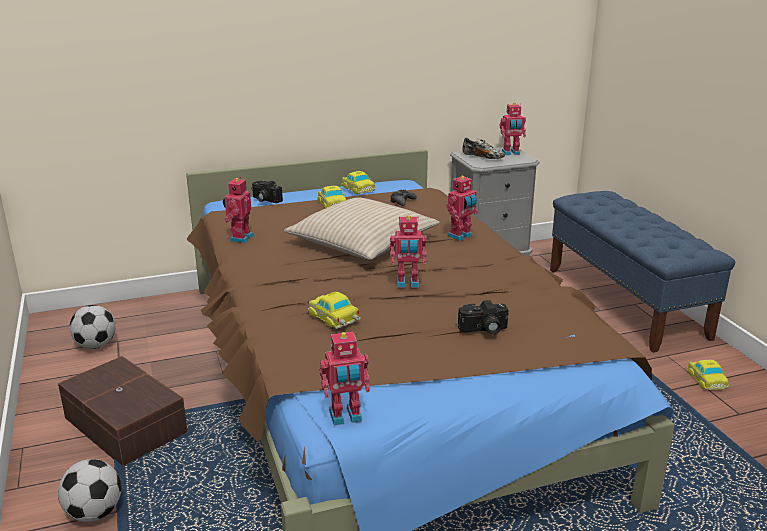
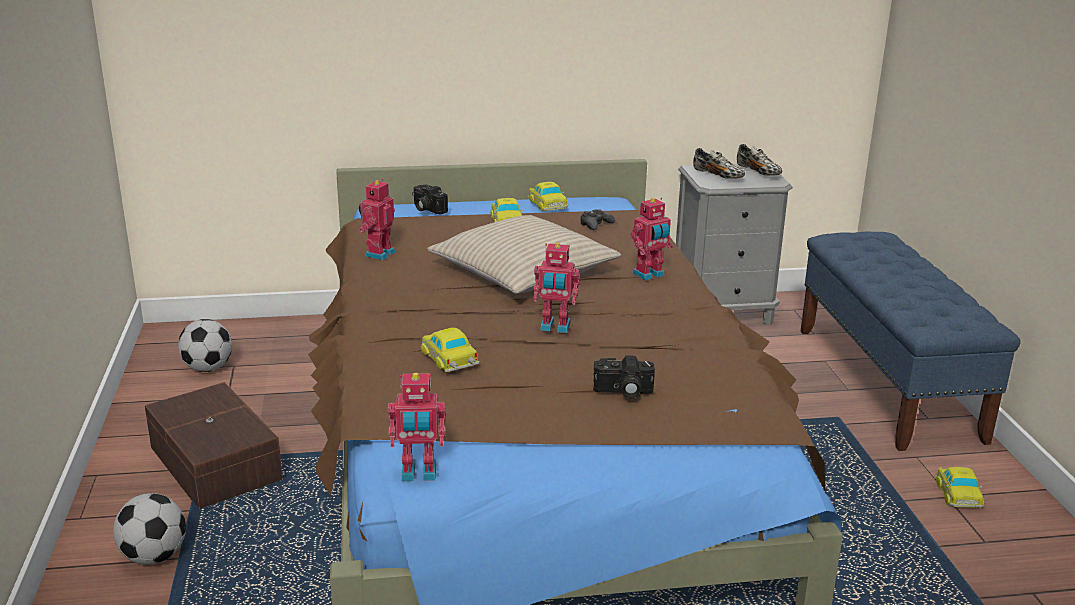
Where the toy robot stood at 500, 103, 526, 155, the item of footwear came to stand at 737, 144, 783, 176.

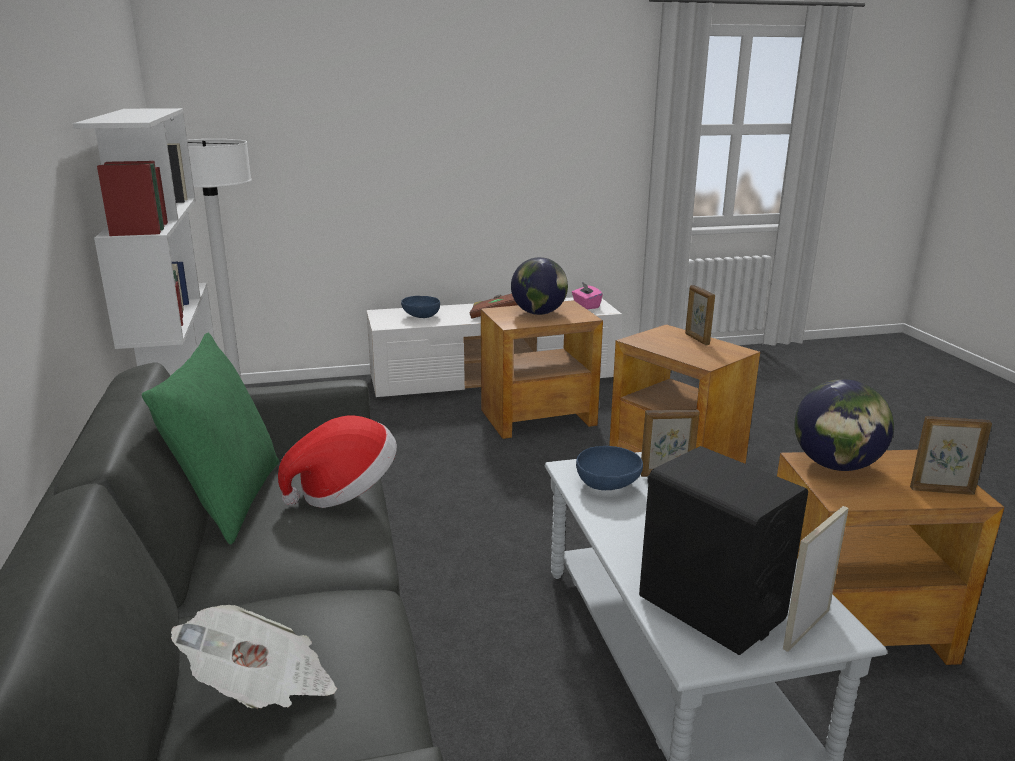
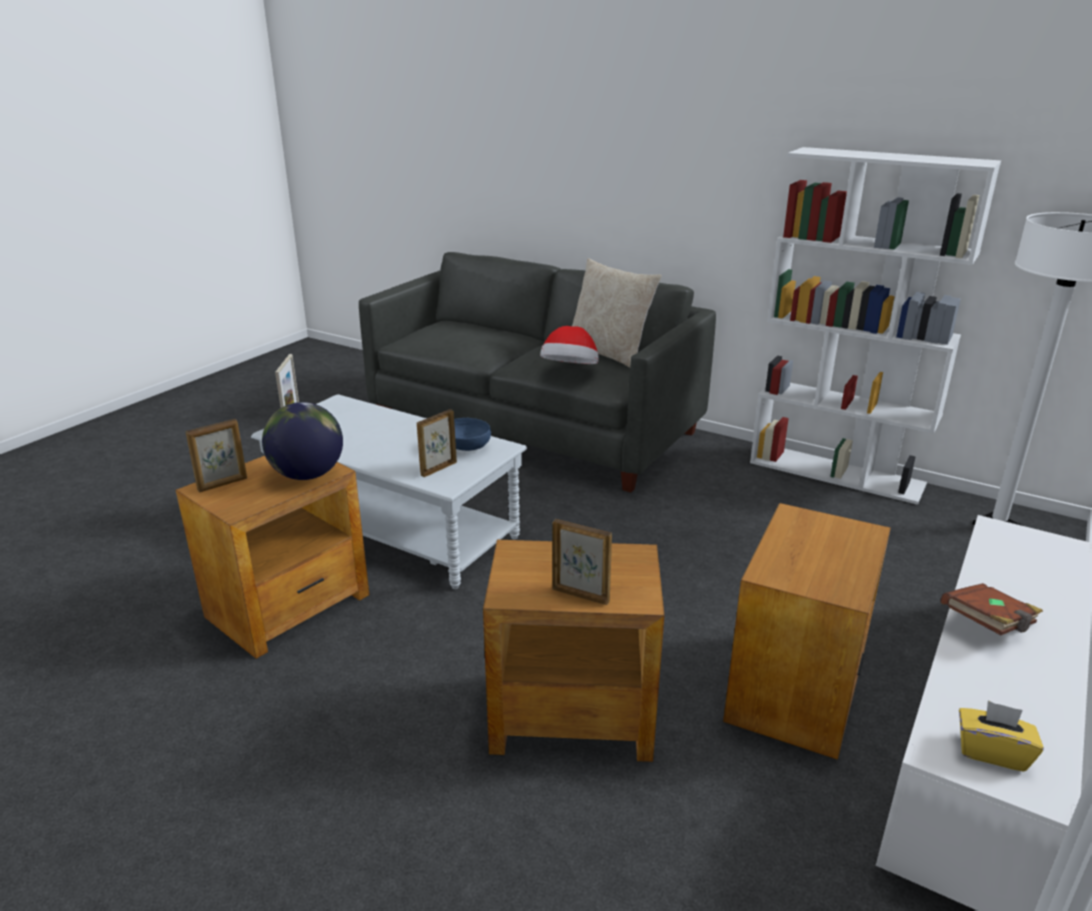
What was the green pillow at 142, 333, 279, 545 turned into the beige-coloured pillow at 572, 258, 662, 368.
The second view lost the printed paper at 171, 605, 337, 709.
The second view lost the blue deep dish at 401, 296, 440, 318.
The second view lost the world globe at 511, 257, 568, 315.
What was the pink-coloured tissue box at 572, 282, 603, 309 turned into the yellow-coloured tissue box at 959, 701, 1044, 771.
The second view lost the blackish audio speaker at 639, 446, 808, 655.

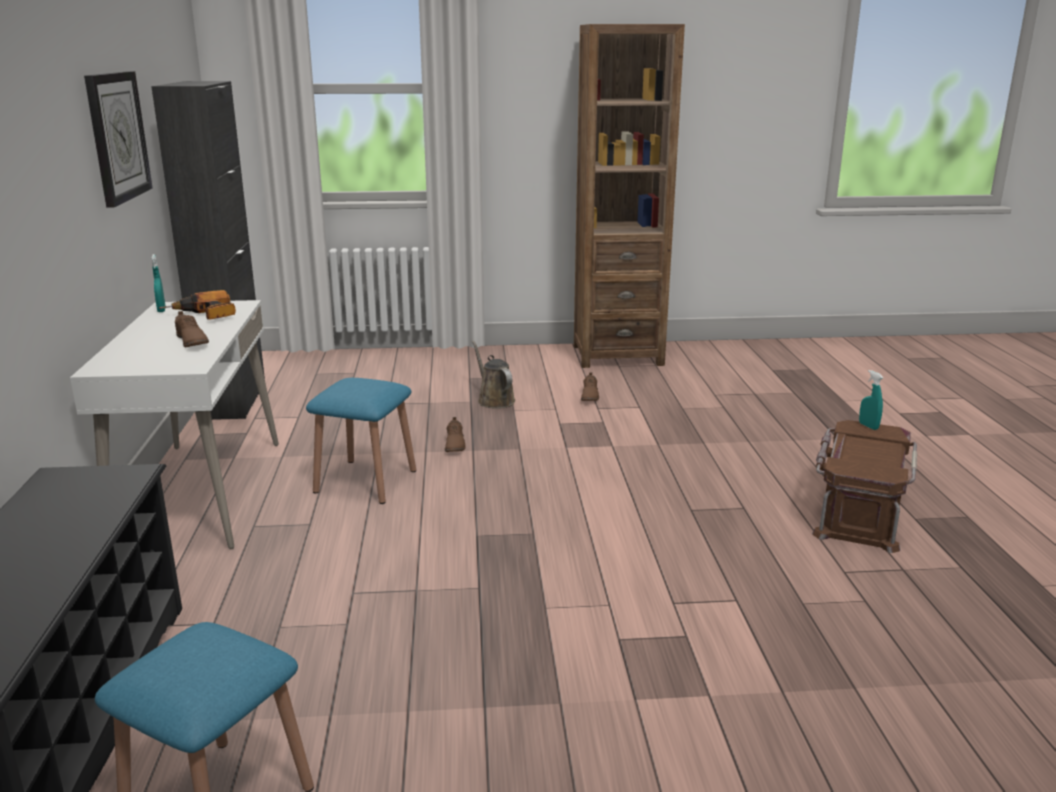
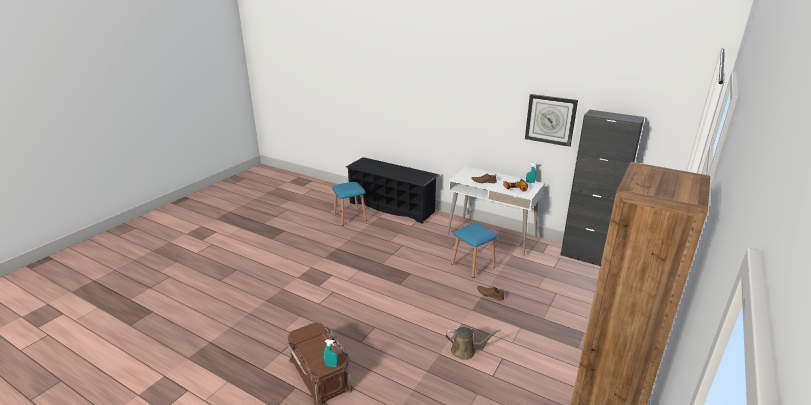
The brown-coloured watering pot ended up elsewhere, having gone from 472, 340, 515, 409 to 446, 327, 501, 360.
The second view lost the brown-coloured item of footwear at 581, 372, 599, 401.

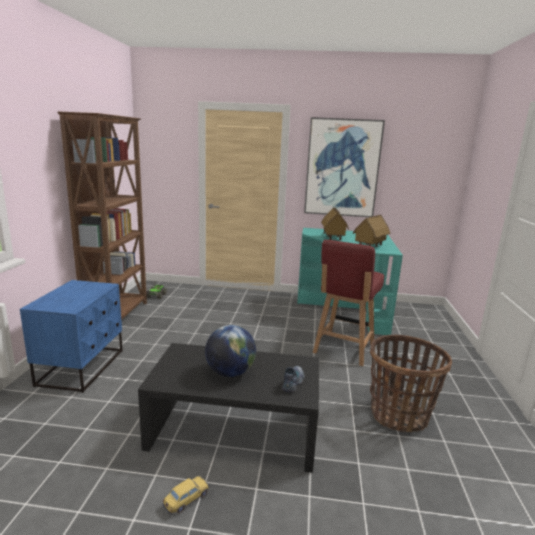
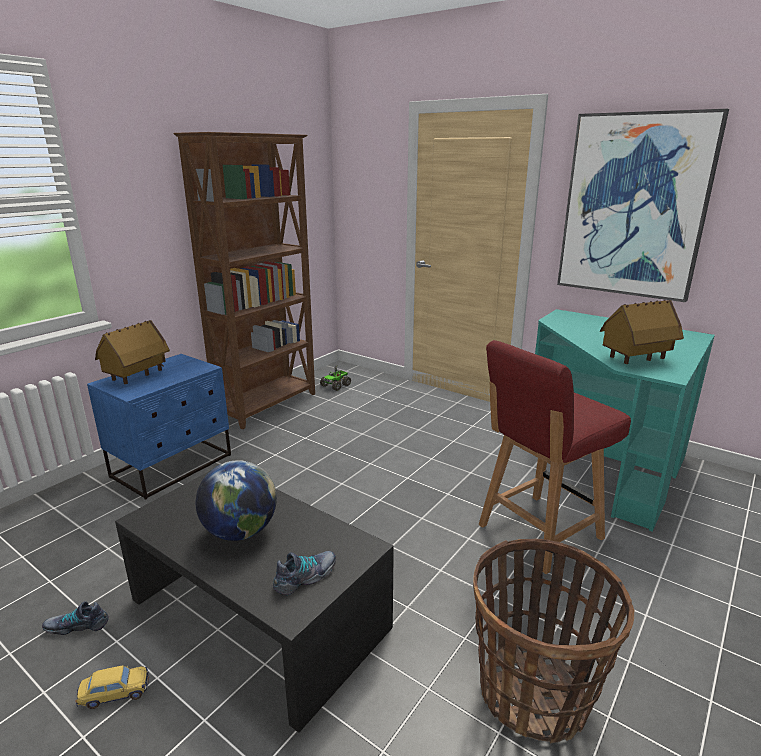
The miniature house ended up elsewhere, having gone from 321, 207, 349, 240 to 95, 320, 170, 384.
The second view gained the item of footwear at 42, 601, 109, 635.

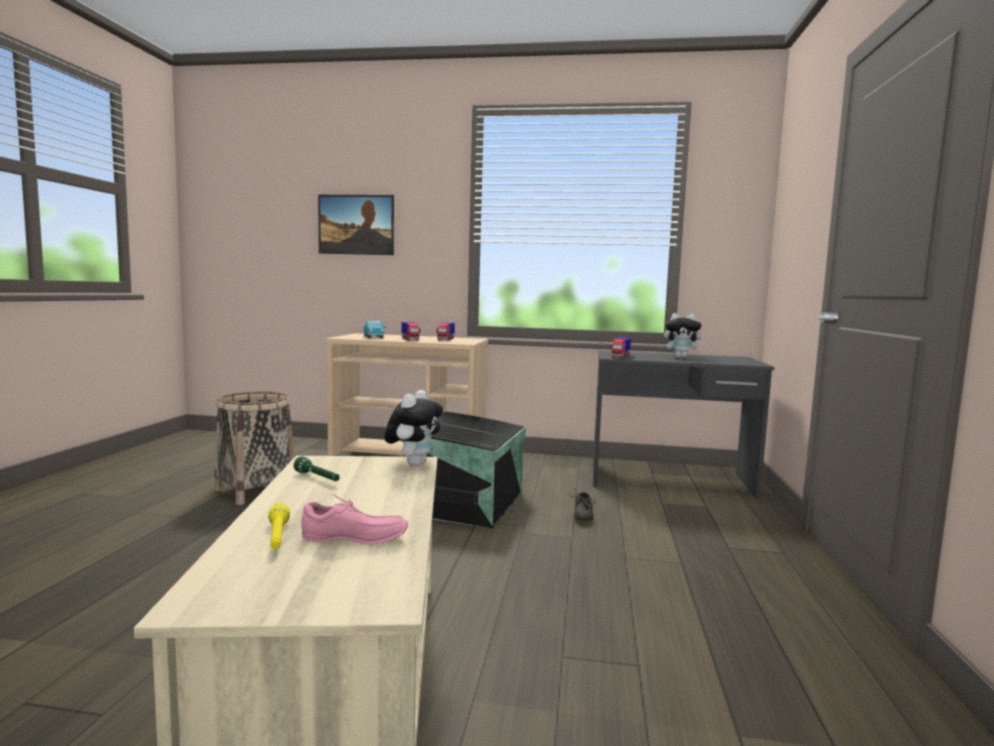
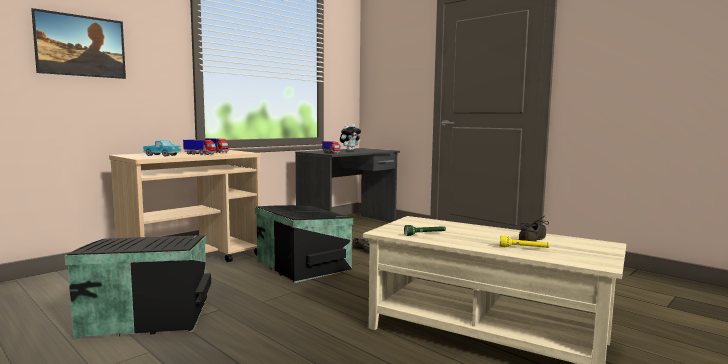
Where the basket stood at 214, 391, 294, 505, the blackish storage bin came to stand at 65, 235, 211, 340.
What was the pink-coloured item of footwear at 301, 494, 408, 545 turned into the gray item of footwear at 519, 216, 549, 241.
The second view lost the cuddly toy at 384, 390, 443, 466.

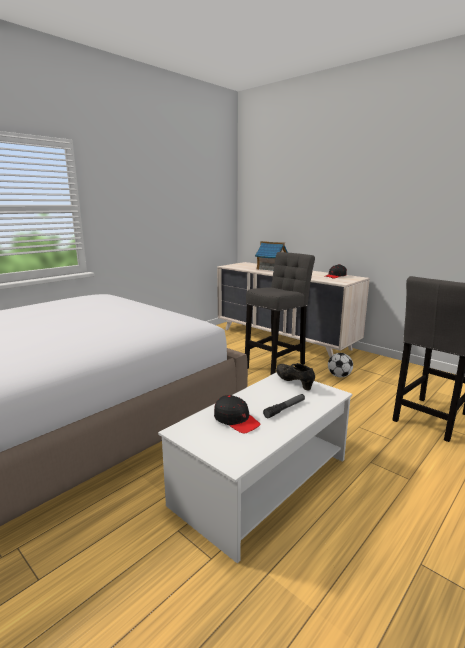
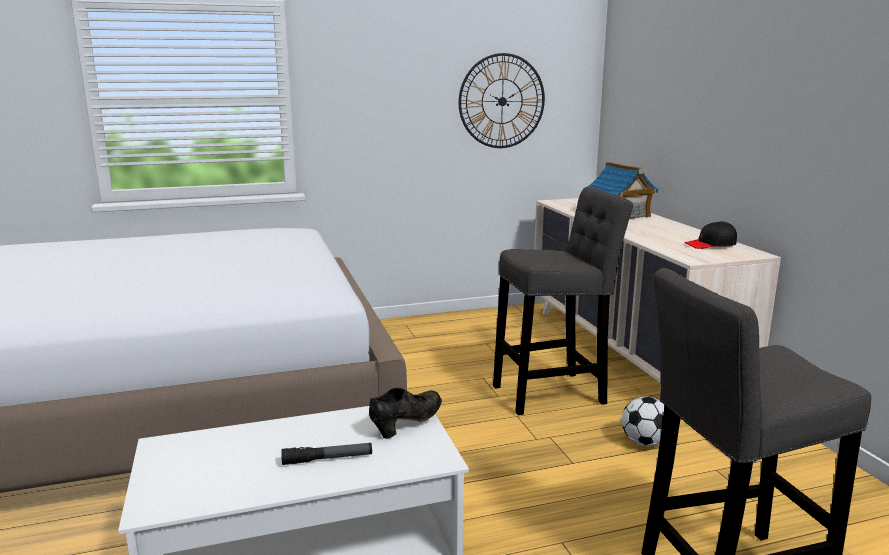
The second view lost the blackish cap at 214, 395, 260, 433.
The blackish item of footwear at 276, 363, 315, 390 ended up facing another way, 45 degrees clockwise from before.
The second view gained the hanging clock at 459, 53, 545, 148.

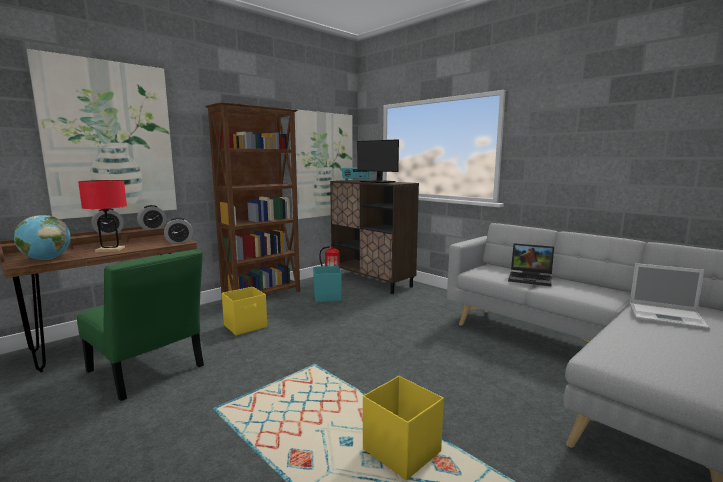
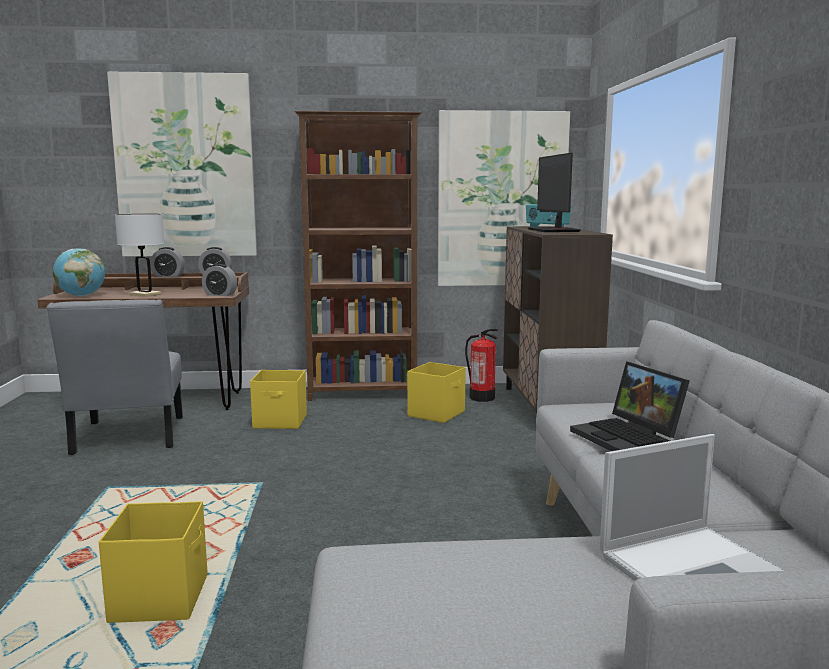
What was the green plain chair at 77, 249, 204, 401 turned into the gray plain chair at 47, 299, 183, 455.
What was the red tabletop lamp at 78, 180, 127, 252 turned into the white-coloured tabletop lamp at 115, 214, 165, 297.
What was the turquoise storage bin at 313, 266, 342, 302 turned into the yellow-coloured storage bin at 407, 362, 466, 423.
The portable computer at 630, 263, 710, 330 ended up facing another way, 90 degrees counterclockwise from before.

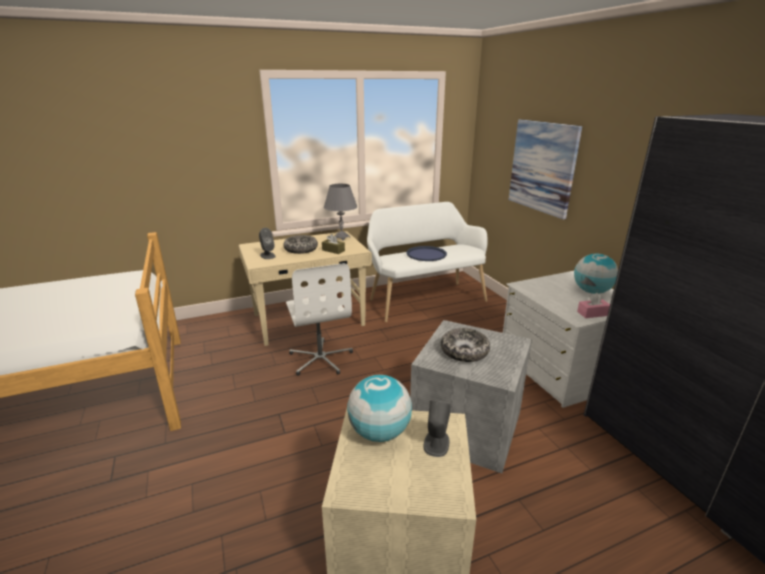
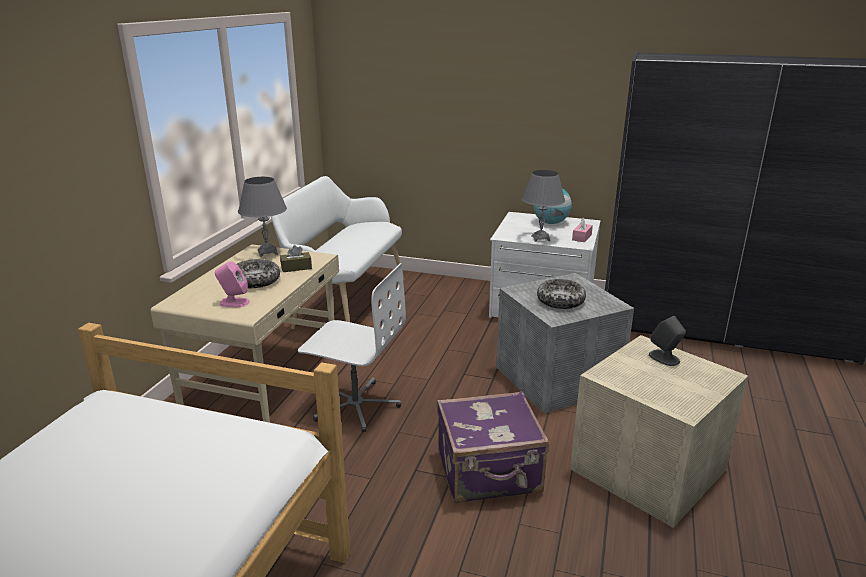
What was the gray audio speaker at 259, 228, 276, 259 turned into the pink-coloured audio speaker at 215, 261, 250, 307.
The second view lost the world globe at 347, 375, 412, 442.
The second view lost the blue serving tray at 407, 246, 447, 261.
The second view lost the wall picture at 509, 119, 582, 219.
The second view gained the purple suitcase at 437, 391, 549, 504.
The second view gained the gray tabletop lamp at 522, 170, 565, 242.

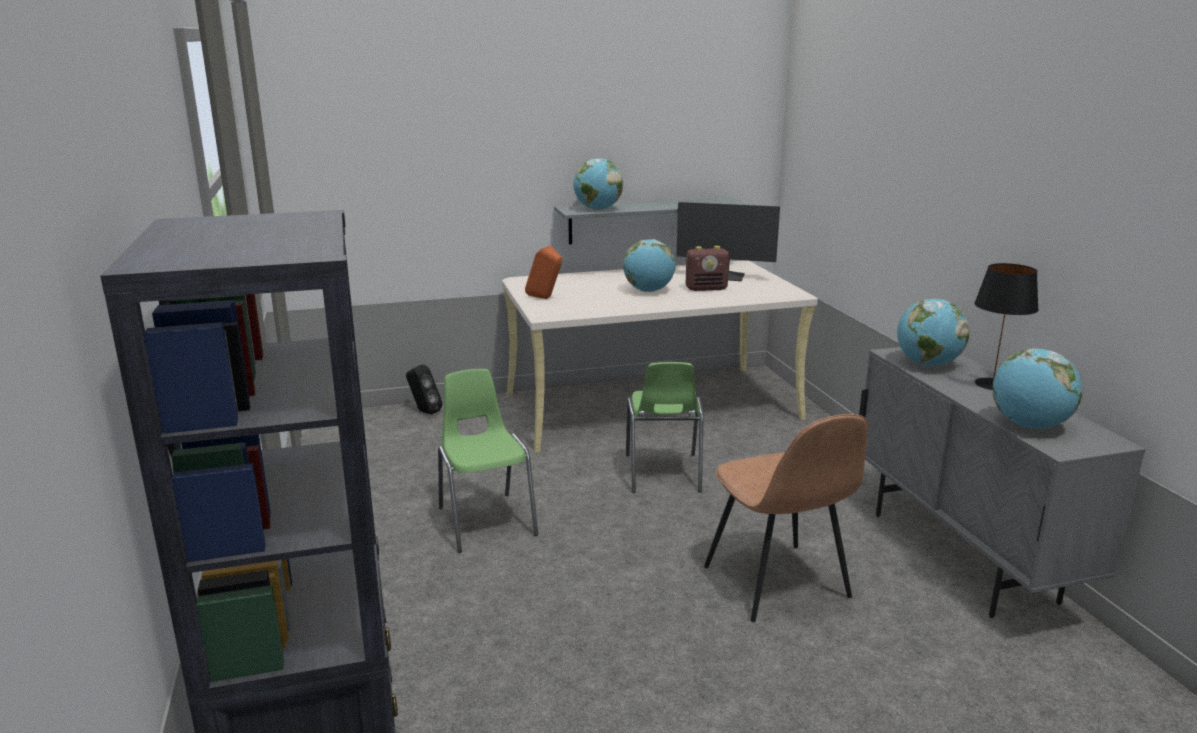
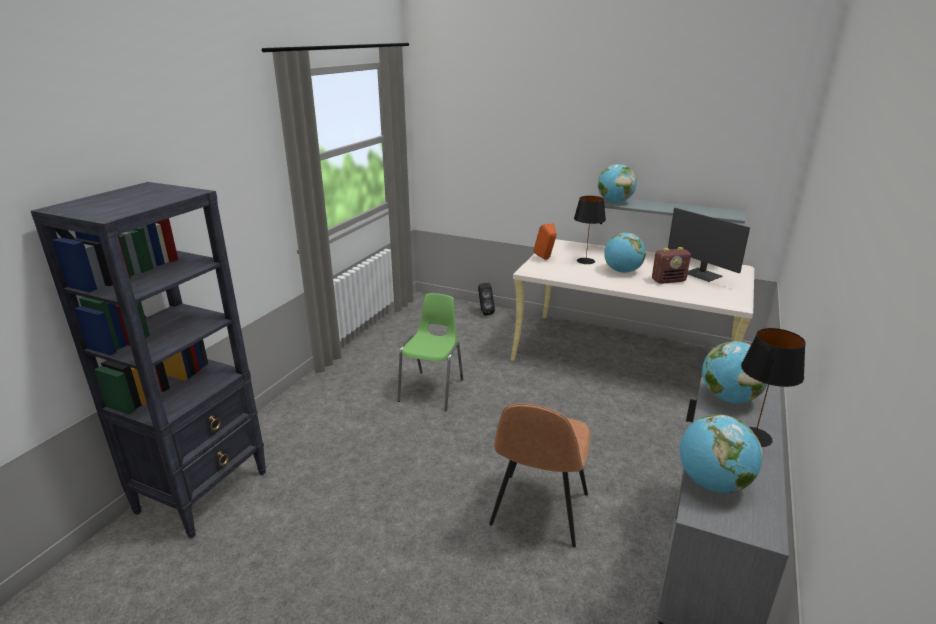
The second view lost the green plain chair at 626, 362, 703, 493.
The radio receiver at 686, 246, 729, 291 ended up facing another way, 45 degrees counterclockwise from before.
The second view gained the blackish tabletop lamp at 574, 196, 606, 264.

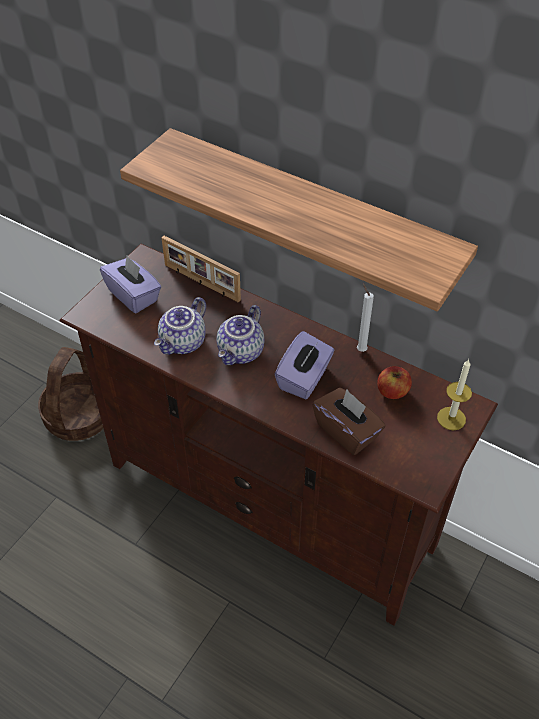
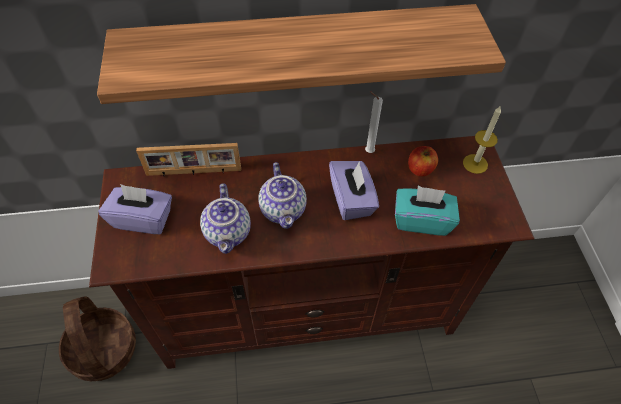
What was the brown-coloured tissue box at 313, 388, 386, 455 turned into the turquoise tissue box at 395, 186, 460, 236.

